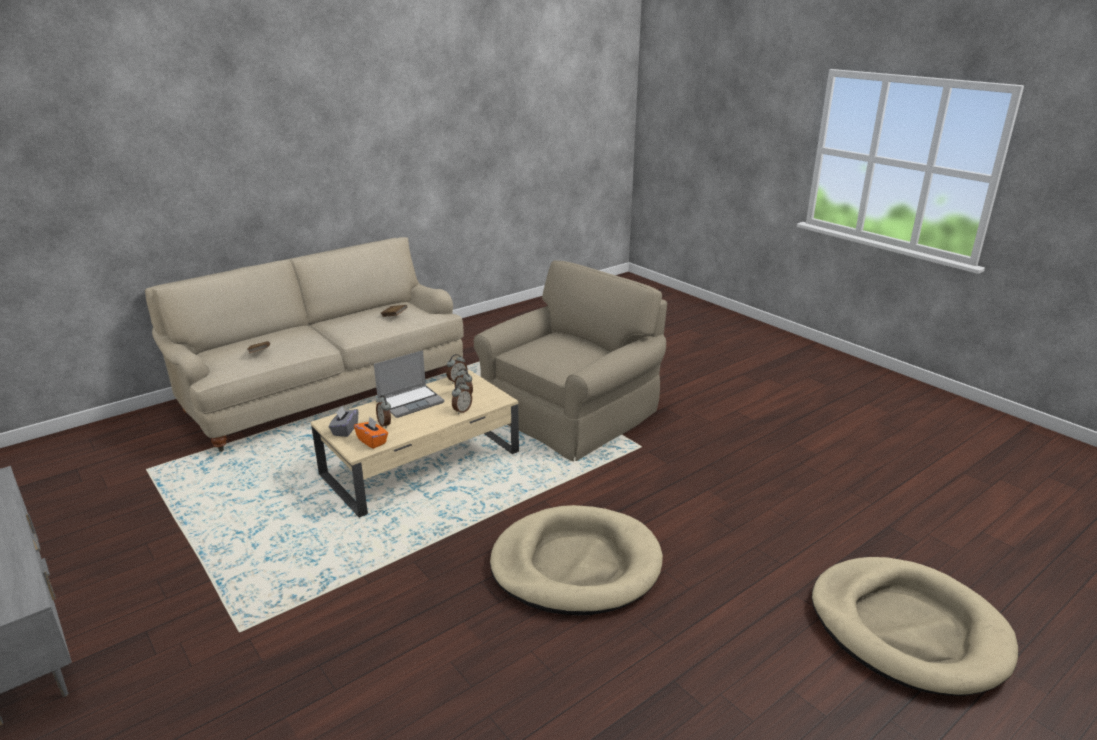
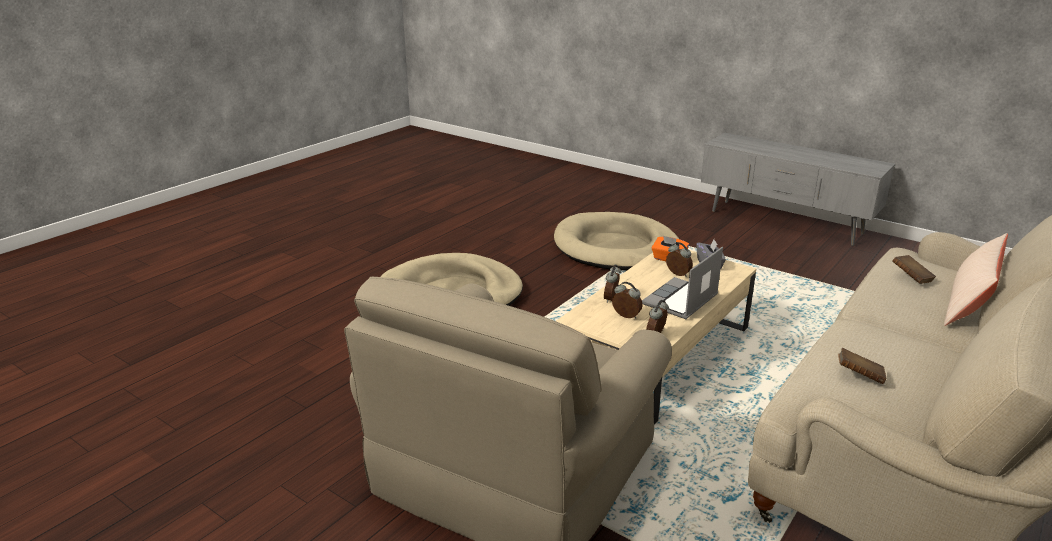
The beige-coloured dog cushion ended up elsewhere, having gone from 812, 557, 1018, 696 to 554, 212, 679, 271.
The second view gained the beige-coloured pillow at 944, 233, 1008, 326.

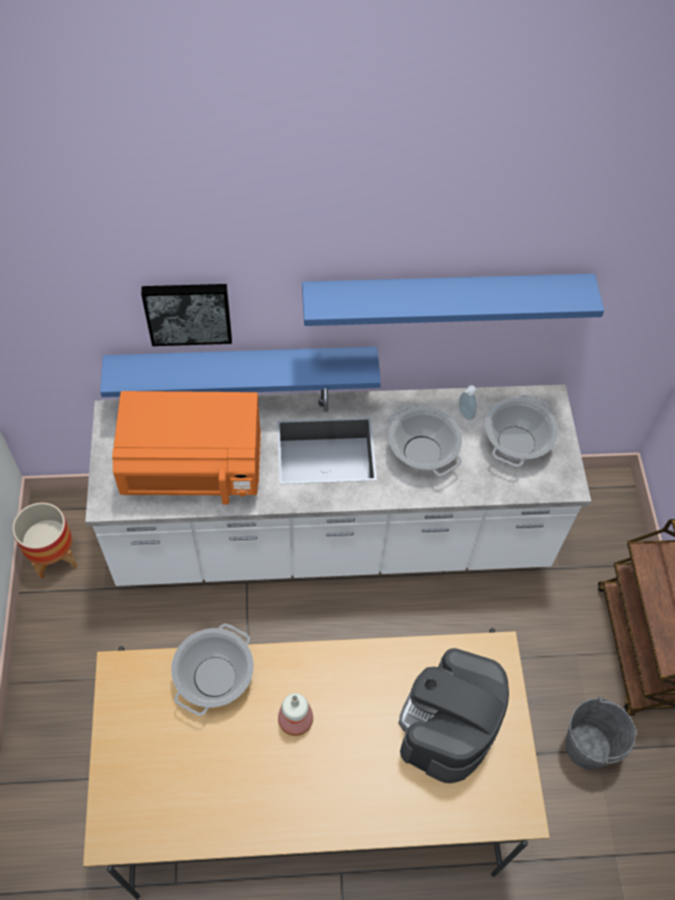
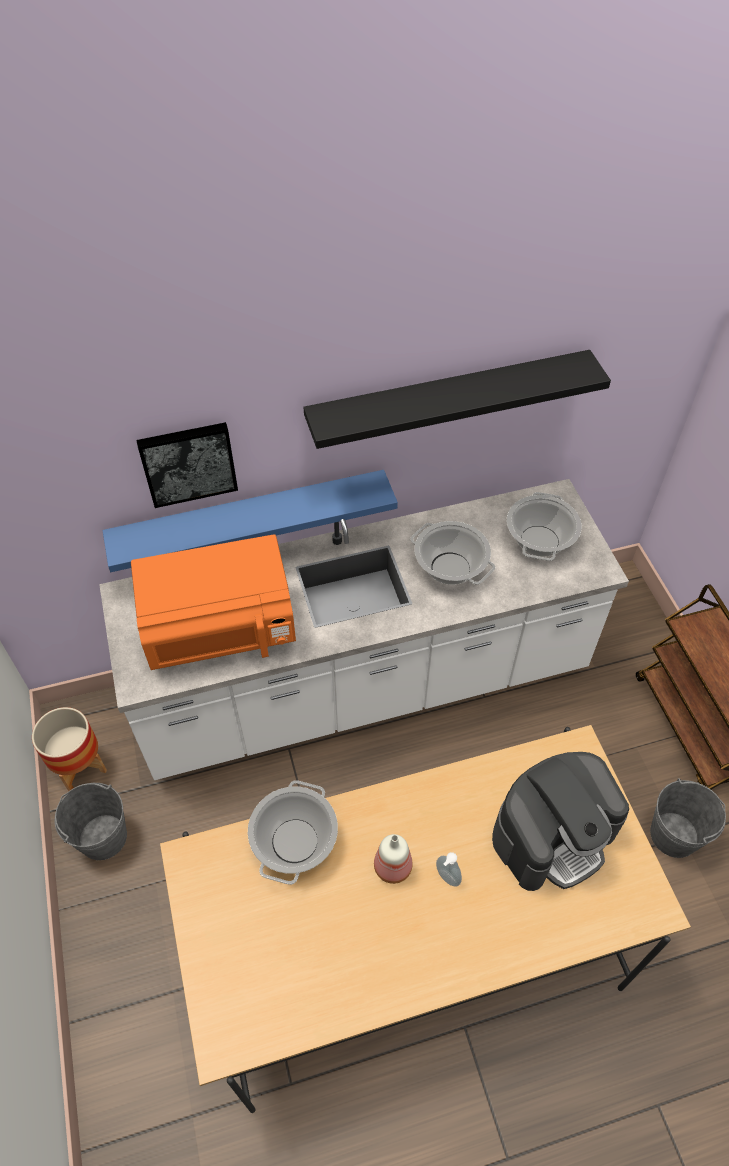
What was the blue wall shelf at 302, 274, 604, 326 turned into the blackish wall shelf at 303, 350, 611, 449.
The coffee brewer at 399, 648, 509, 783 ended up facing another way, 135 degrees counterclockwise from before.
The liquid soap bottle ended up elsewhere, having gone from 459, 385, 477, 420 to 436, 852, 462, 887.
The second view gained the gray water bucket at 54, 783, 127, 860.

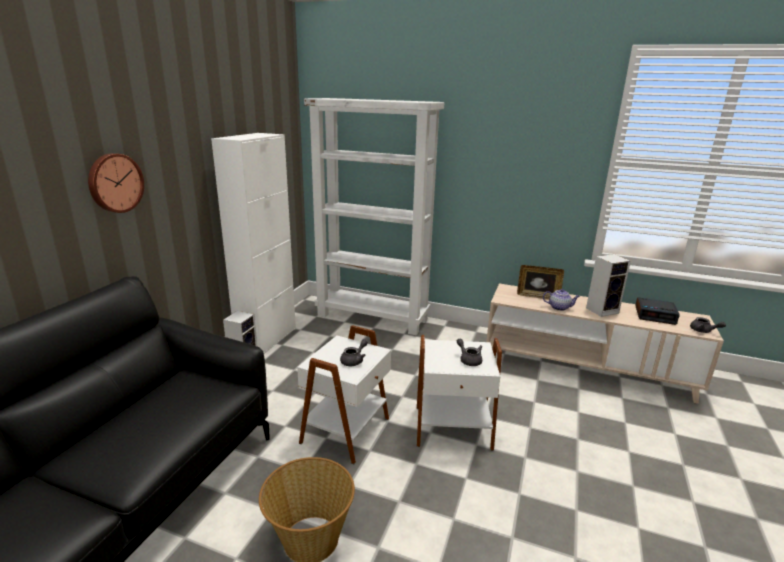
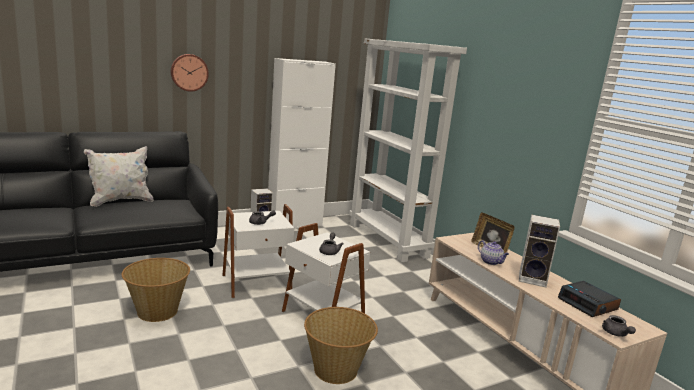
The second view gained the white-coloured pillow at 84, 146, 154, 207.
The second view gained the basket at 304, 307, 378, 384.

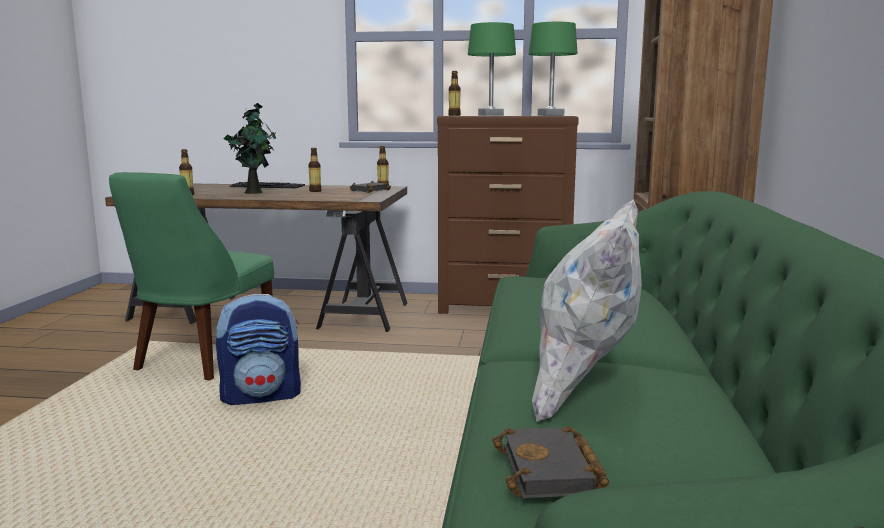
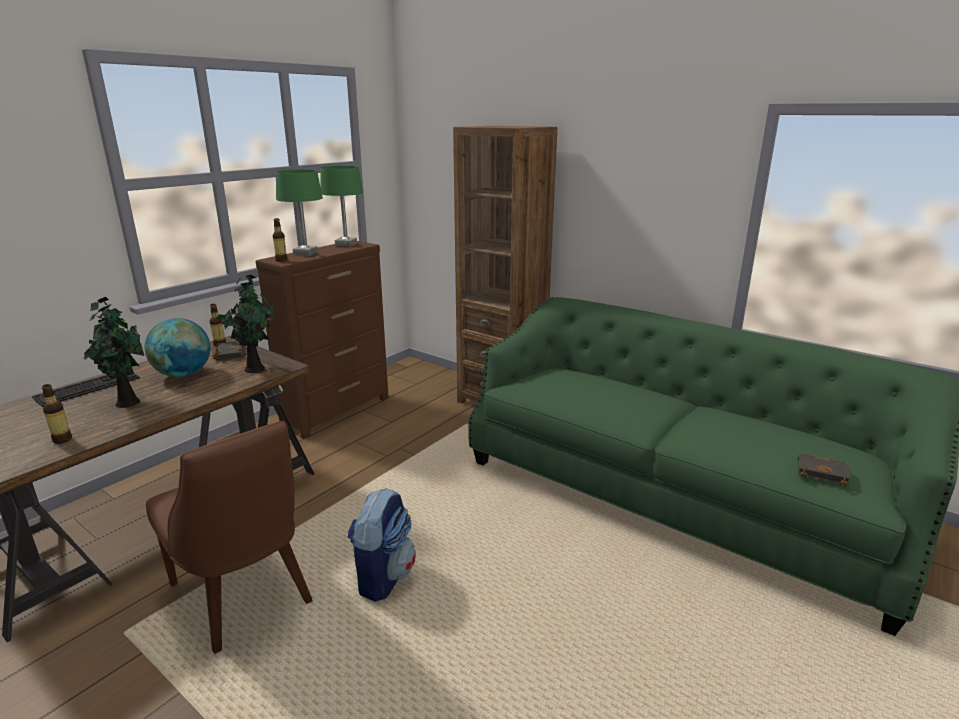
What was the green plain chair at 109, 172, 274, 380 turned into the brown-coloured plain chair at 146, 421, 313, 654.
Where the beverage bottle stood at 308, 148, 322, 192, the world globe came to stand at 145, 318, 210, 377.
The second view lost the white-coloured pillow at 532, 200, 642, 422.
The second view gained the houseplant at 216, 274, 275, 373.

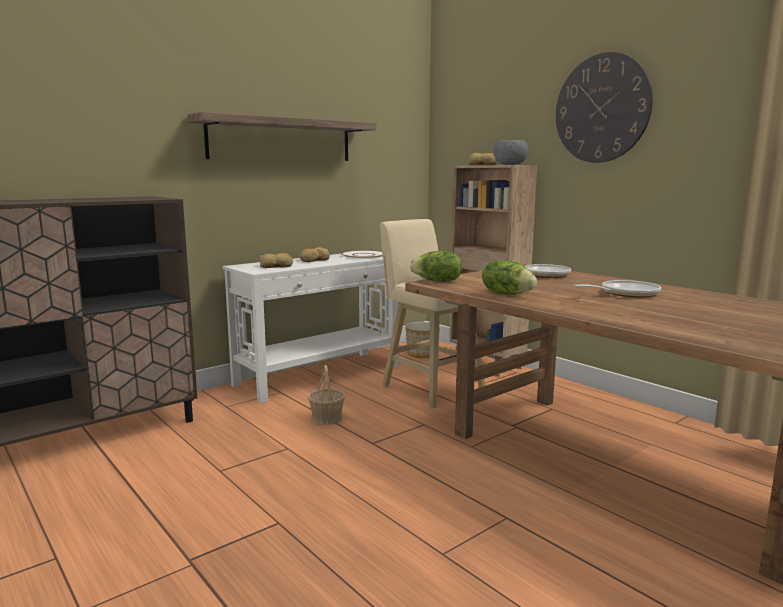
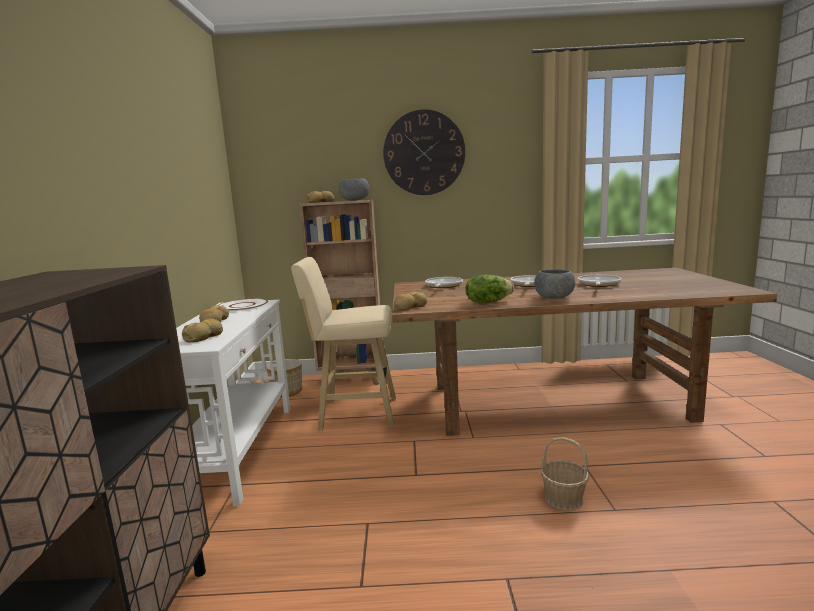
The second view lost the wall shelf at 187, 112, 377, 161.
The basket ended up elsewhere, having gone from 308, 365, 346, 425 to 541, 437, 589, 511.
Where the head of lettuce stood at 410, 251, 462, 282, the bread came to stand at 394, 291, 427, 310.
The second view gained the gray deep dish at 534, 269, 575, 299.
The second view gained the frying pan at 578, 275, 621, 287.

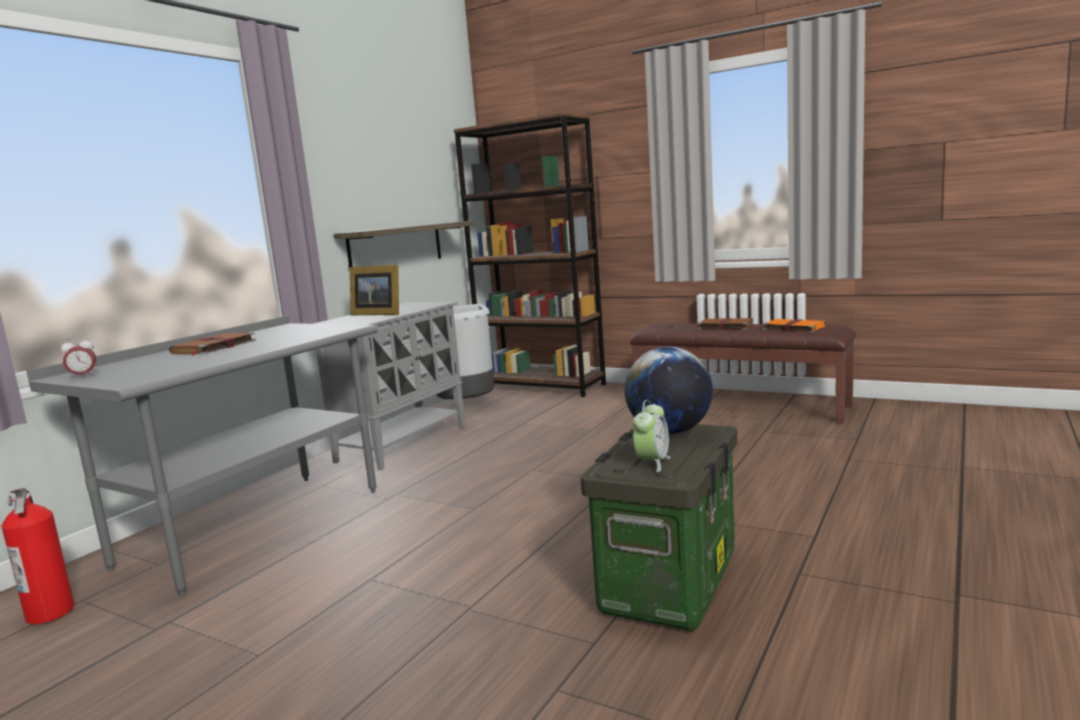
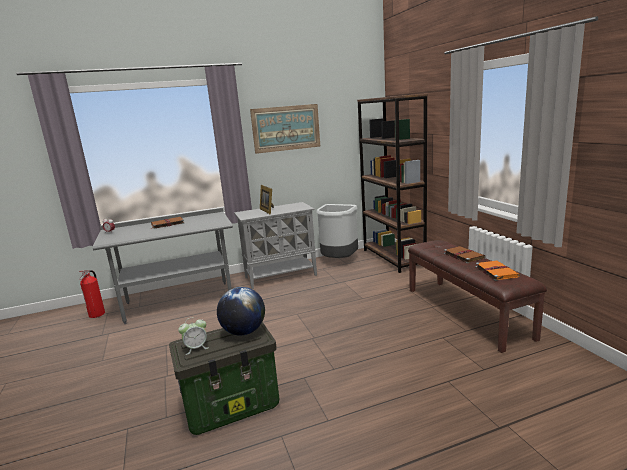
The second view lost the wall shelf at 334, 221, 474, 269.
The second view gained the wall picture at 250, 104, 320, 154.

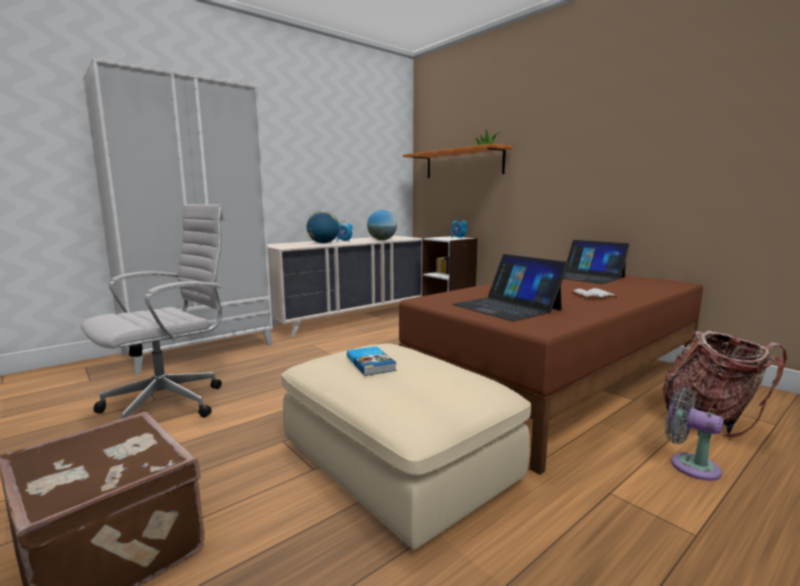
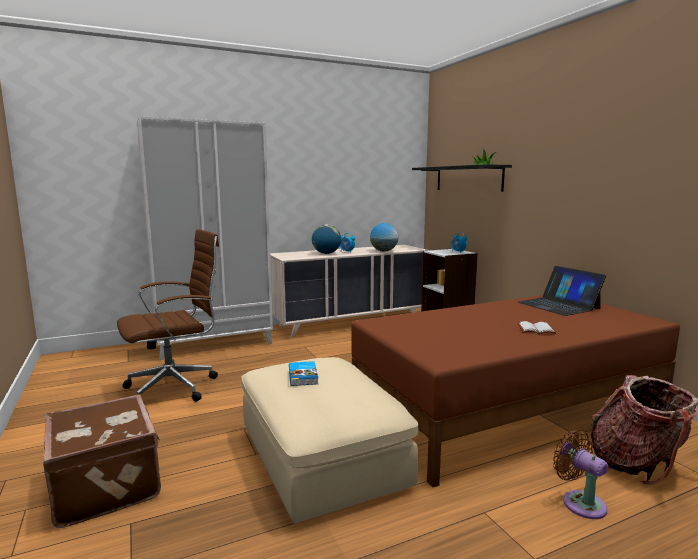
What was the white-coloured computer chair at 81, 204, 225, 419 turned into the brown-coloured computer chair at 117, 229, 219, 402.
What was the orange-coloured wall shelf at 403, 144, 514, 178 turned into the blackish wall shelf at 412, 164, 512, 192.
The second view lost the portable computer at 452, 254, 568, 321.
What was the gray electric fan at 665, 388, 724, 481 turned into the brown-coloured electric fan at 553, 429, 608, 519.

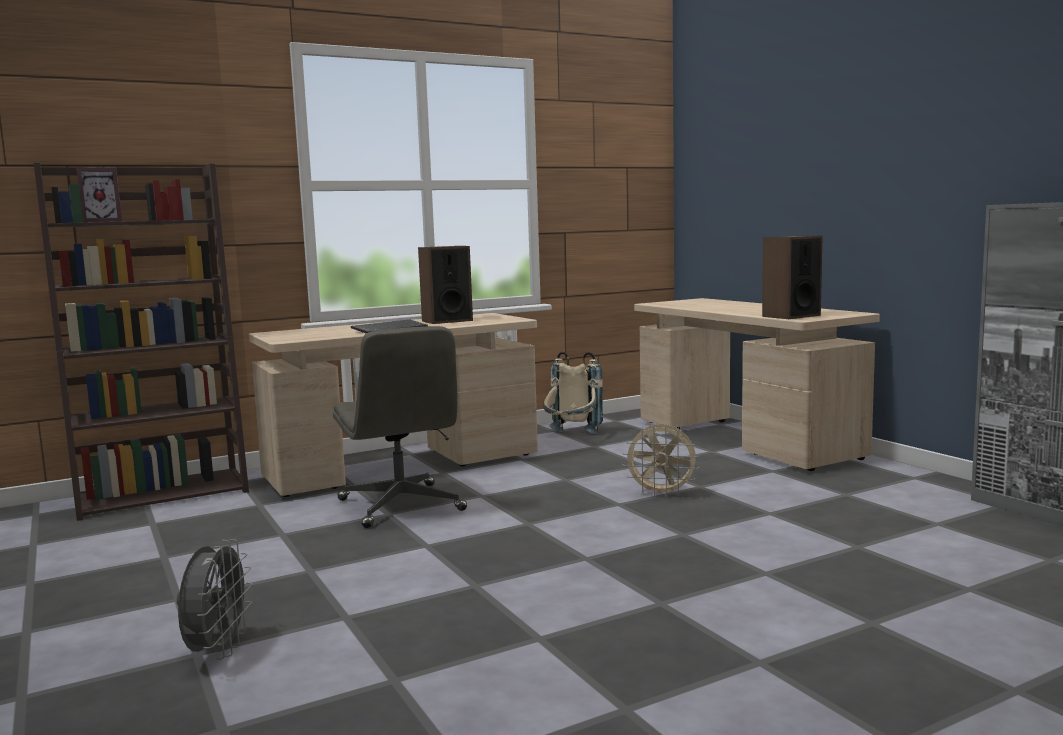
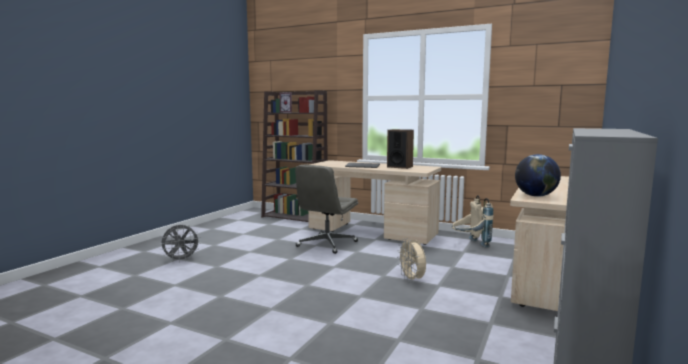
Where the audio speaker stood at 762, 236, 823, 319, the world globe came to stand at 515, 154, 561, 197.

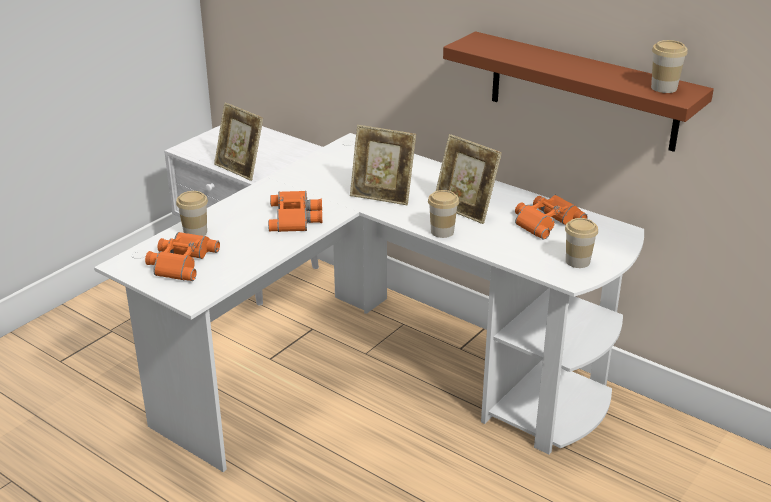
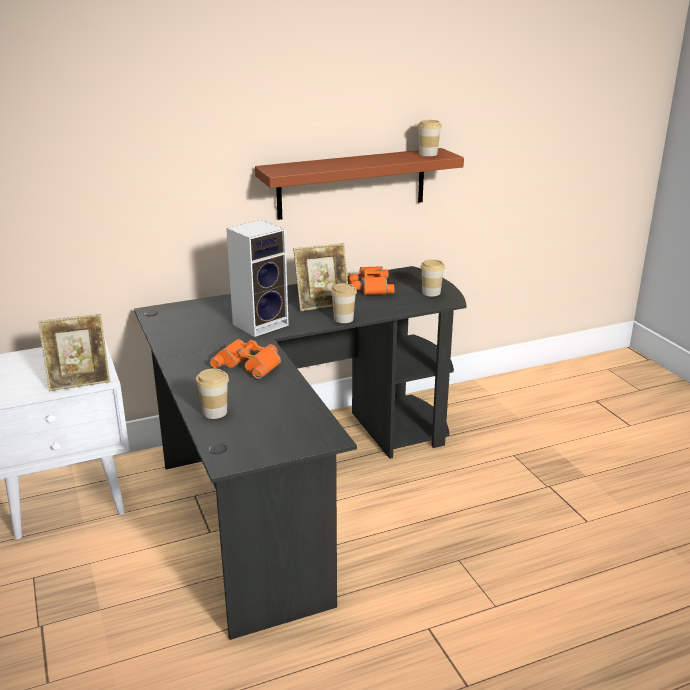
What was the white-coloured desk unit at 94, 133, 644, 472 turned into the blackish desk unit at 134, 266, 467, 640.
The second view lost the orange-coloured binoculars at 145, 232, 220, 281.
Where the standing frame stood at 350, 125, 416, 205, the audio speaker came to stand at 226, 220, 289, 337.

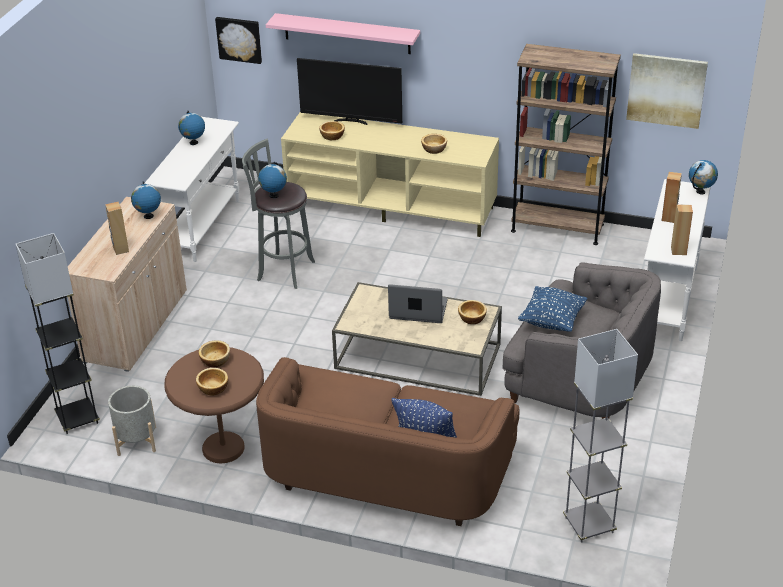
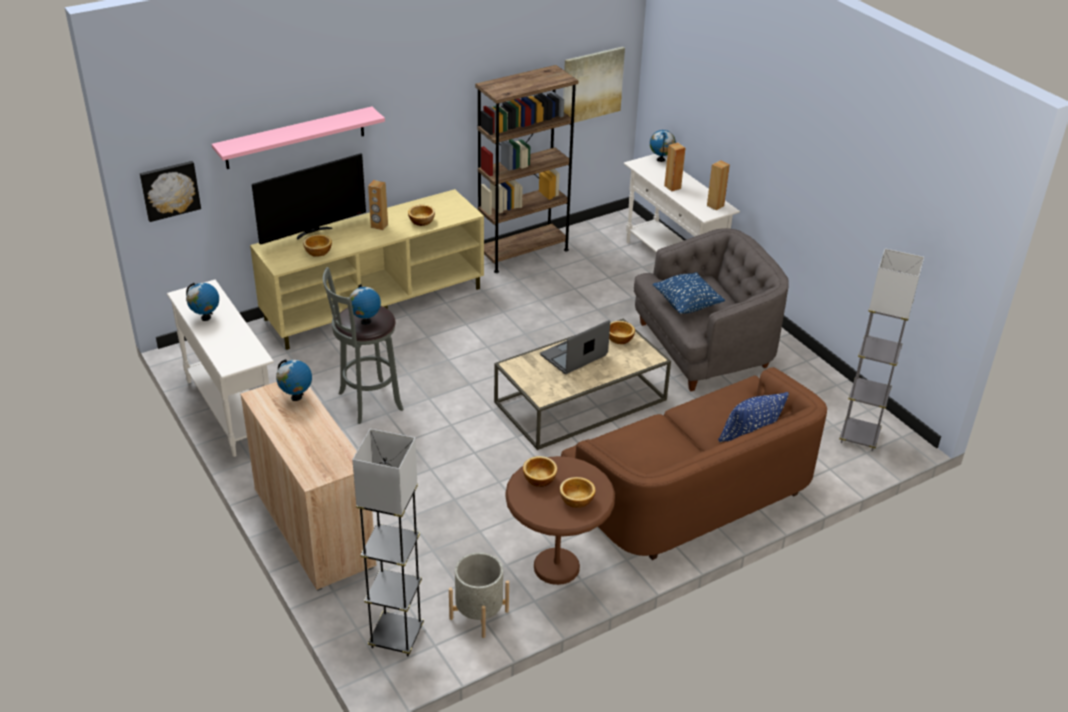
The brown-coloured audio speaker ended up elsewhere, having gone from 105, 202, 129, 255 to 368, 180, 388, 230.

